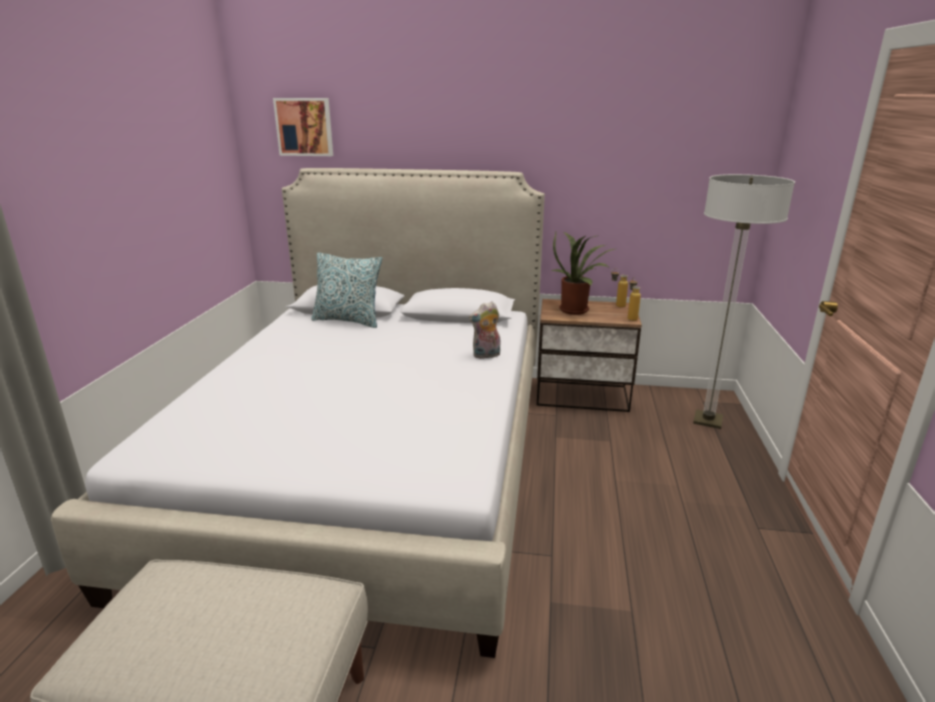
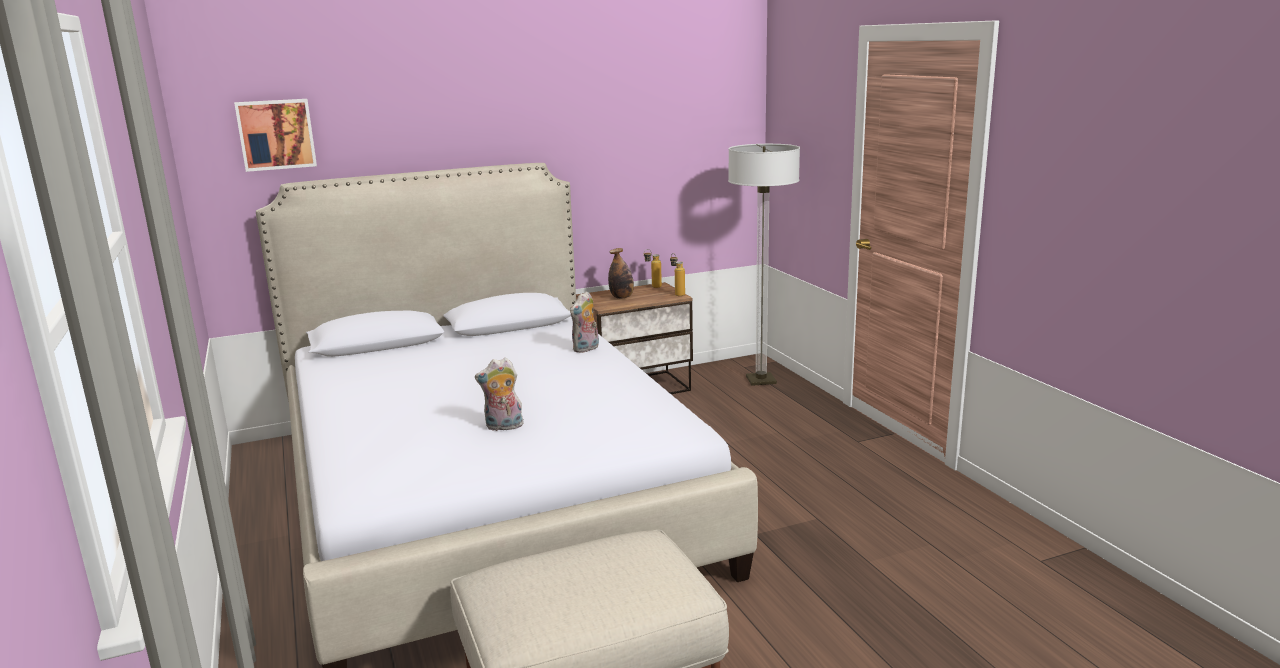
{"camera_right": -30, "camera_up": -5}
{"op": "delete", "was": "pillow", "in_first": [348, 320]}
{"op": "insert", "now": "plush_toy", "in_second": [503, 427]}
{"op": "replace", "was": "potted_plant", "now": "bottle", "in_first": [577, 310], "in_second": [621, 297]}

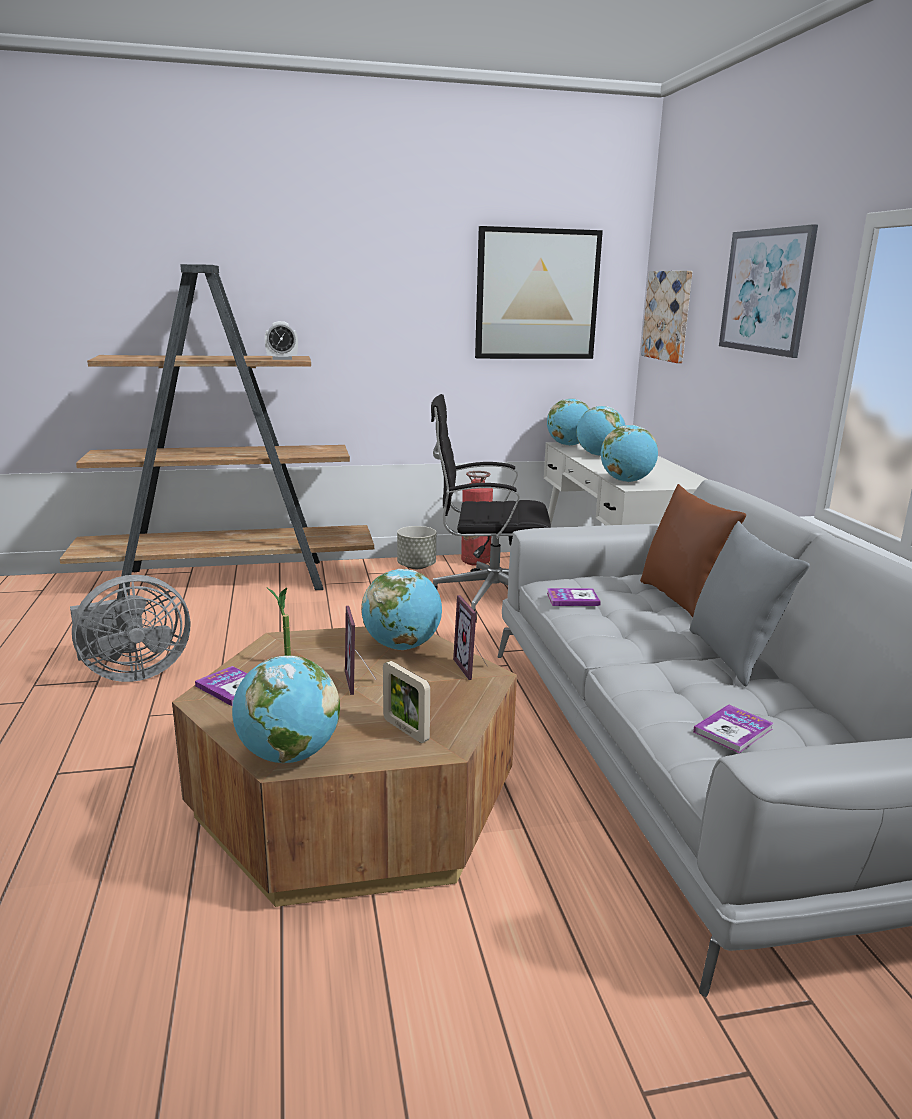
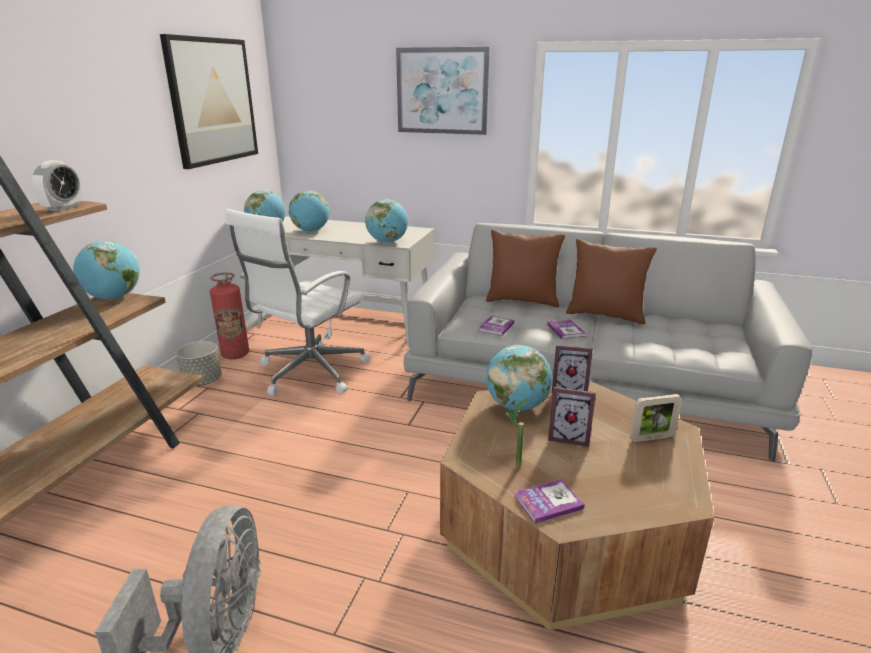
{"camera_right": -60, "camera_up": 5}
{"op": "delete", "was": "picture", "in_first": [668, 315]}
{"op": "move", "was": "globe", "in_first": [288, 755], "in_second": [113, 298]}
{"op": "move", "was": "book", "in_first": [733, 730], "in_second": [566, 330]}
{"op": "recolor", "was": "black_office_chair", "now": "white_office_chair", "in_first": [487, 598], "in_second": [309, 372]}
{"op": "recolor", "was": "grey_pillow", "now": "brown_pillow", "in_first": [733, 656], "in_second": [605, 315]}

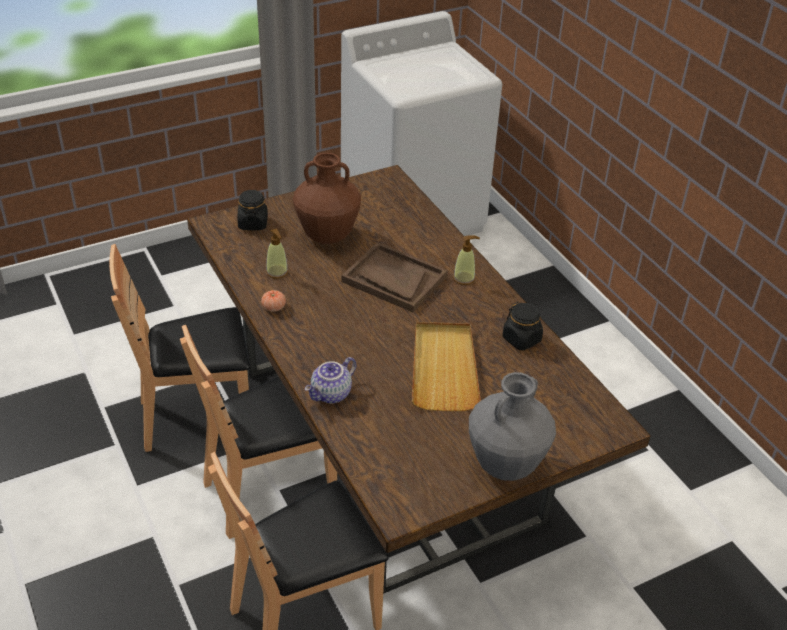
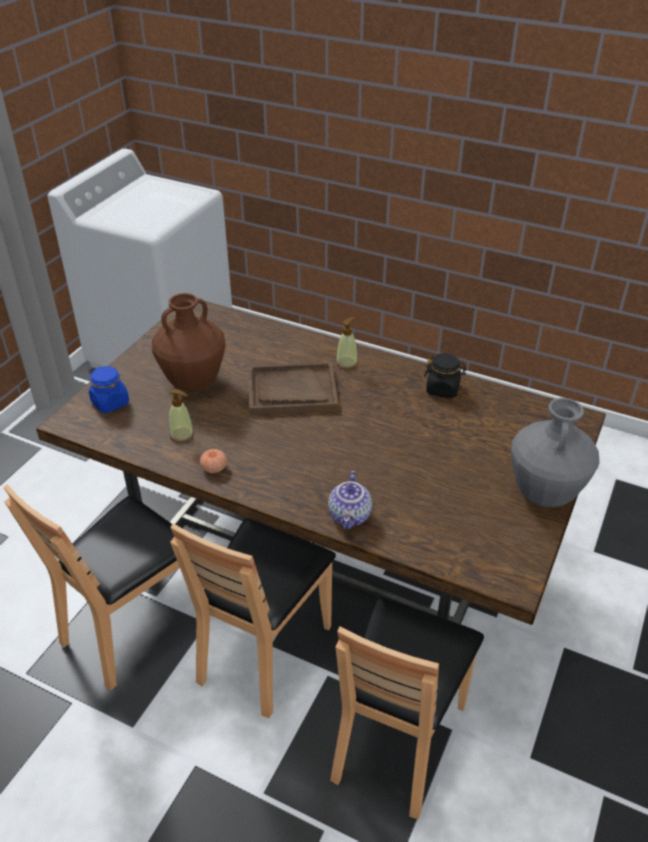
{"camera_right": -35, "camera_up": 0}
{"op": "delete", "was": "beige_tray", "in_first": [444, 368]}
{"op": "recolor", "was": "black_jar", "now": "blue_jar", "in_first": [253, 223], "in_second": [110, 402]}

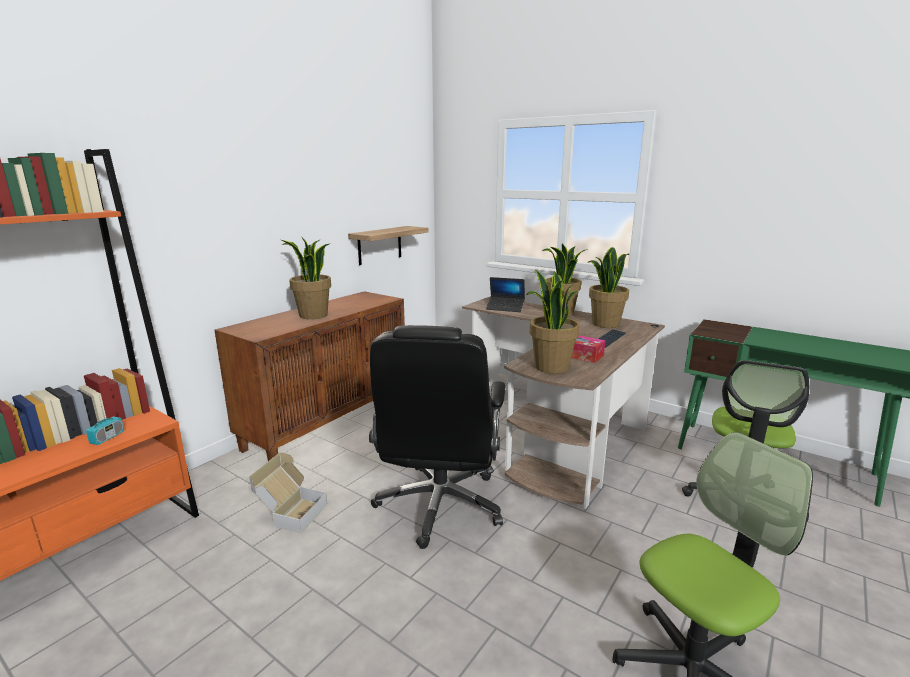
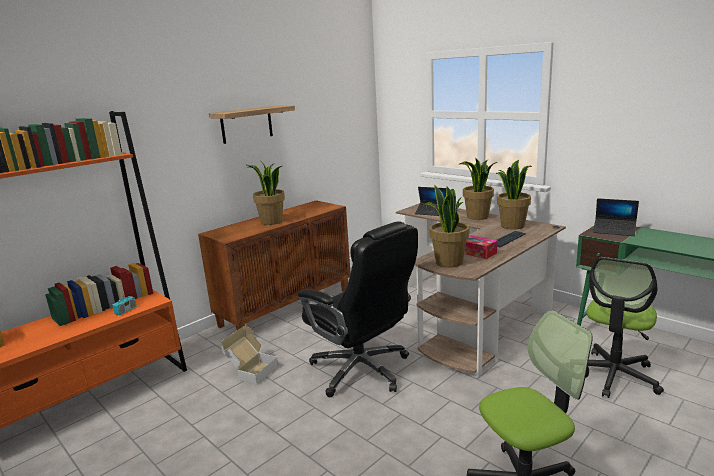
{"camera_right": 10, "camera_up": 0}
{"op": "insert", "now": "laptop", "in_second": [614, 231]}
{"op": "move", "was": "shelf", "in_first": [379, 245], "in_second": [246, 124]}
{"op": "rotate", "was": "black_office_chair", "in_first": [439, 505], "in_second": [362, 370], "clockwise": -60}

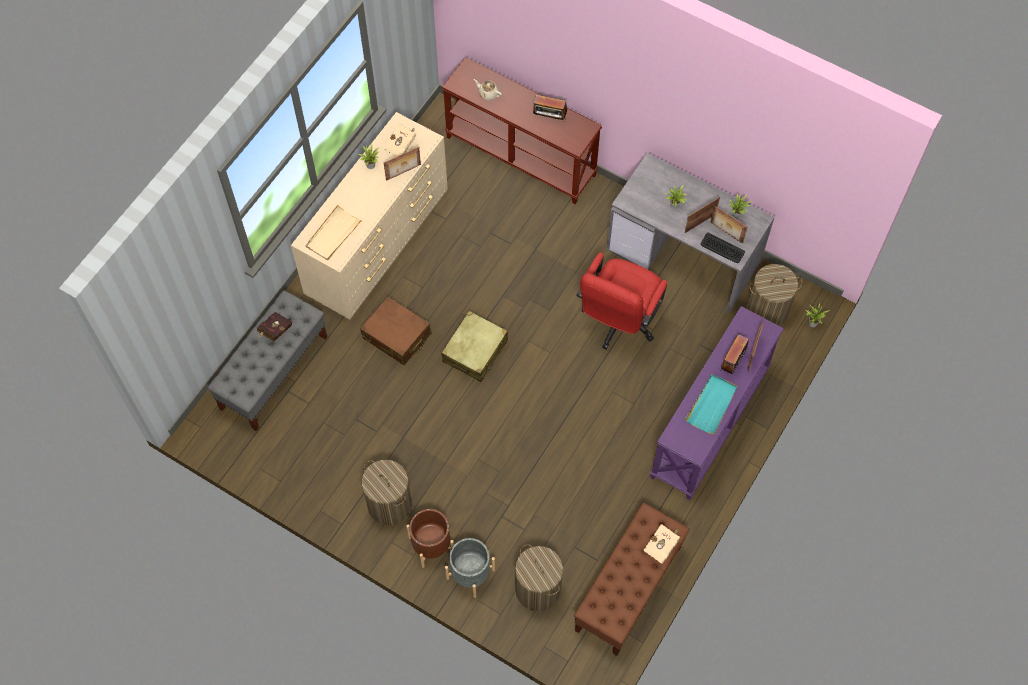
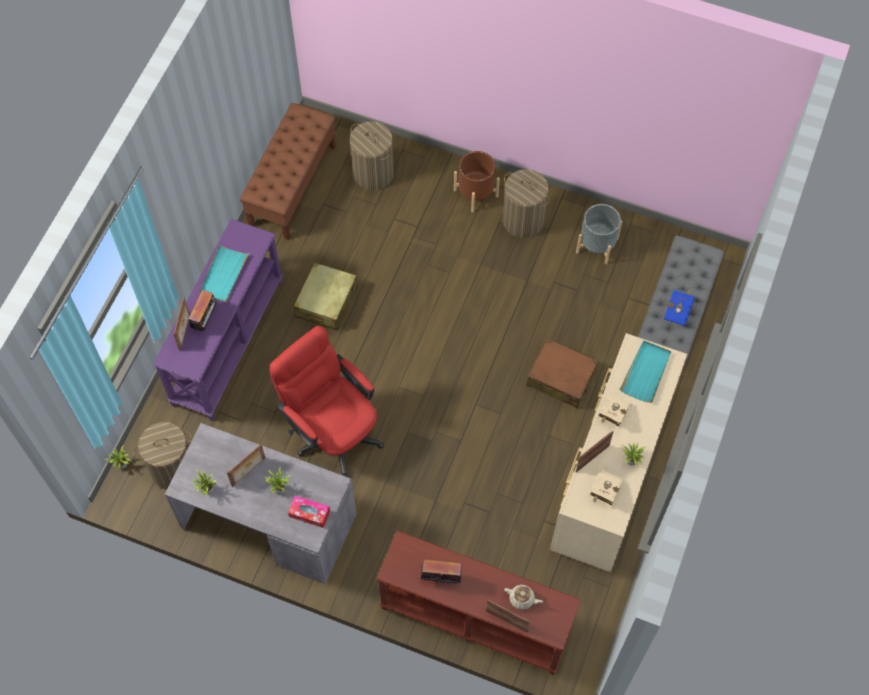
{"camera_right": 170, "camera_up": 0}
{"op": "delete", "was": "keyboard", "in_first": [722, 248]}
{"op": "insert", "now": "tissue_box", "in_second": [309, 513]}
{"op": "move", "was": "beige_suitcase", "in_first": [475, 351], "in_second": [326, 302]}
{"op": "move", "was": "grey_planter", "in_first": [470, 574], "in_second": [597, 245]}
{"op": "move", "was": "beige_book", "in_first": [662, 546], "in_second": [612, 414]}
{"op": "move", "was": "picture_frame", "in_first": [726, 233], "in_second": [507, 620]}
{"op": "recolor", "was": "red_book", "now": "blue_book", "in_first": [274, 331], "in_second": [678, 311]}
{"op": "recolor", "was": "beige_tray", "now": "turquoise_tray", "in_first": [333, 234], "in_second": [646, 372]}
{"op": "rotate", "was": "red_office_chair", "in_first": [618, 322], "in_second": [332, 431], "clockwise": -60}

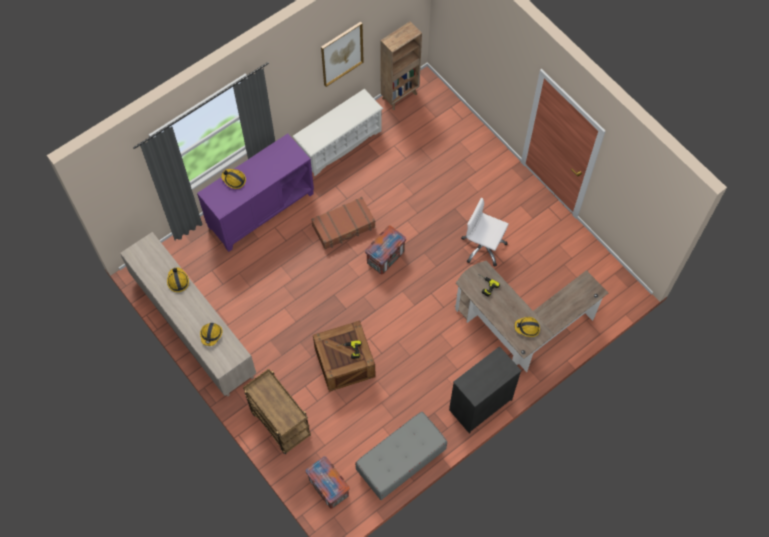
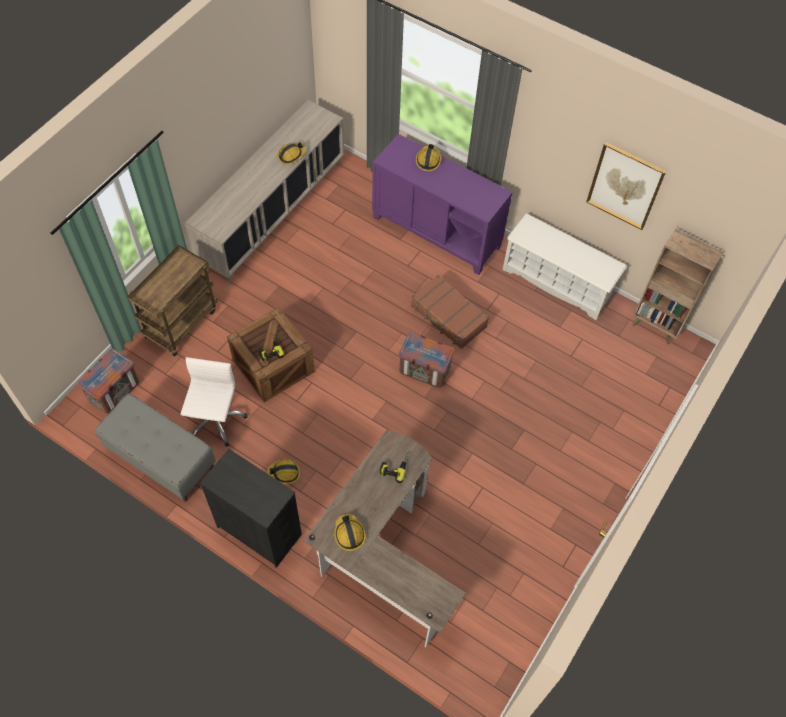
{"camera_right": 70, "camera_up": -5}
{"op": "move", "was": "hard_hat", "in_first": [211, 335], "in_second": [284, 473]}
{"op": "move", "was": "white_office_chair", "in_first": [483, 247], "in_second": [215, 420]}

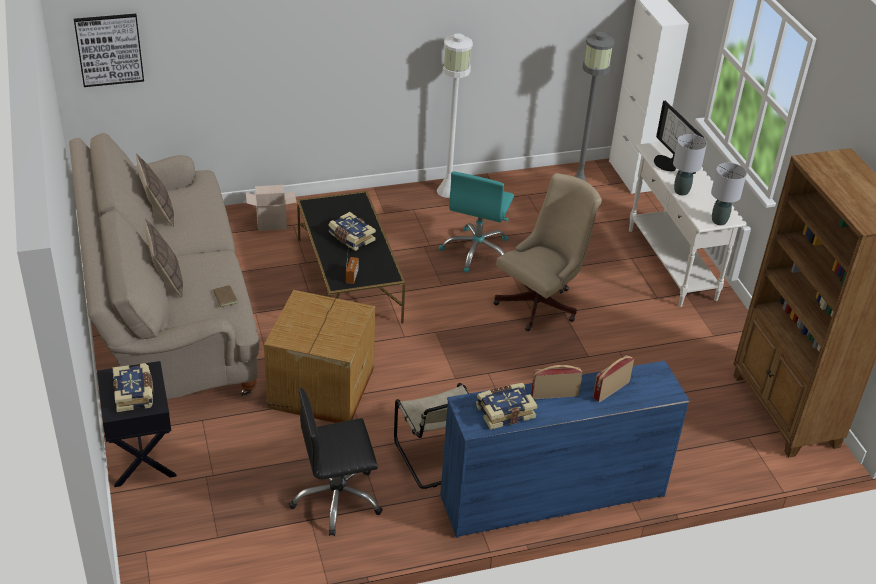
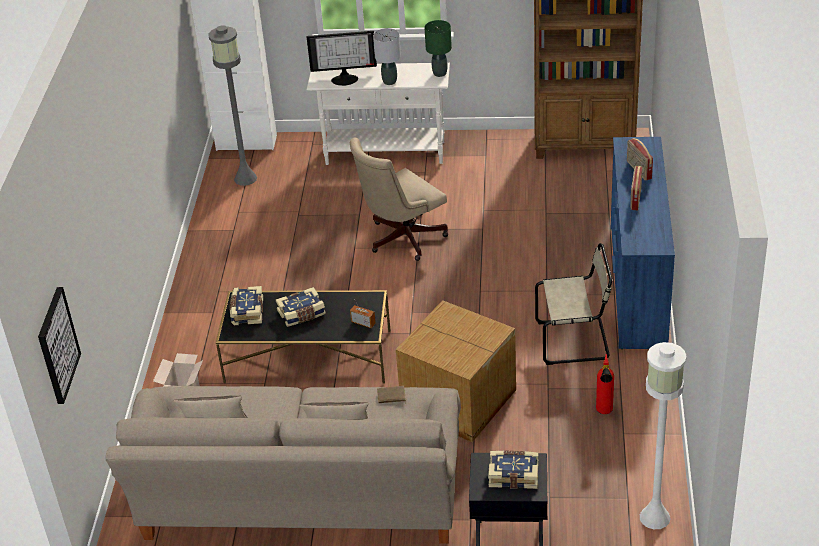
{"camera_right": -65, "camera_up": 0}
{"op": "delete", "was": "turquoise_office_chair", "in_first": [477, 251]}
{"op": "move", "was": "white_floor_lamp", "in_first": [448, 191], "in_second": [654, 517]}
{"op": "move", "was": "book", "in_first": [504, 411], "in_second": [247, 312]}
{"op": "replace", "was": "black_office_chair", "now": "fire_extinguisher", "in_first": [336, 499], "in_second": [604, 413]}
{"op": "recolor", "was": "grey_table_lamp", "now": "green_table_lamp", "in_first": [719, 221], "in_second": [439, 73]}
{"op": "rotate", "was": "beige_office_chair", "in_first": [541, 303], "in_second": [401, 239], "clockwise": -105}

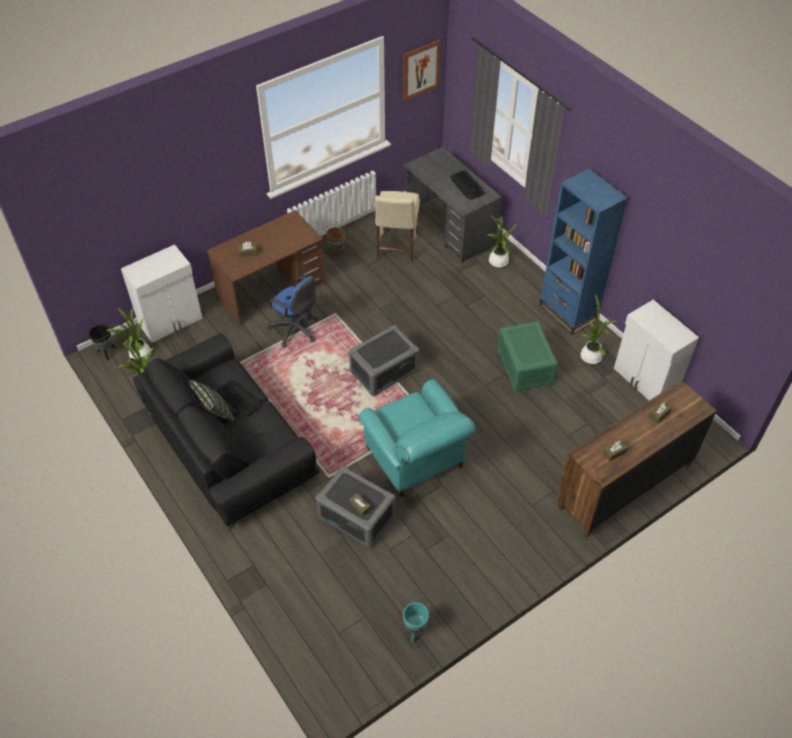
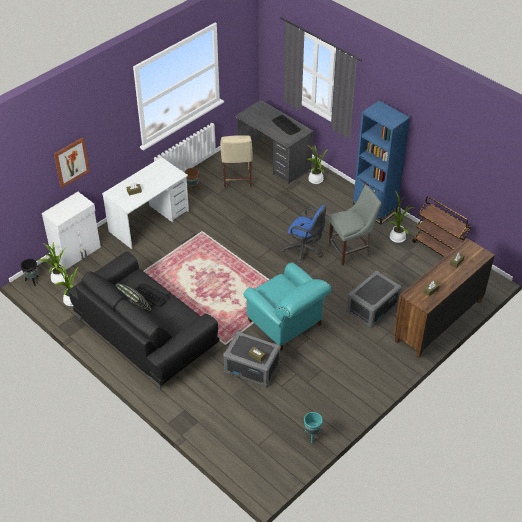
{"camera_right": -10, "camera_up": -5}
{"op": "move", "was": "blue_office_chair", "in_first": [296, 330], "in_second": [304, 250]}
{"op": "move", "was": "grey_storage_box", "in_first": [384, 370], "in_second": [372, 307]}
{"op": "move", "was": "picture", "in_first": [420, 70], "in_second": [71, 162]}
{"op": "replace", "was": "green_storage_box", "now": "grey_chair", "in_first": [525, 367], "in_second": [351, 251]}
{"op": "replace", "was": "white_cabinet", "now": "brown_cart", "in_first": [645, 380], "in_second": [439, 249]}
{"op": "recolor", "was": "brown_desk", "now": "white_desk", "in_first": [272, 291], "in_second": [149, 221]}

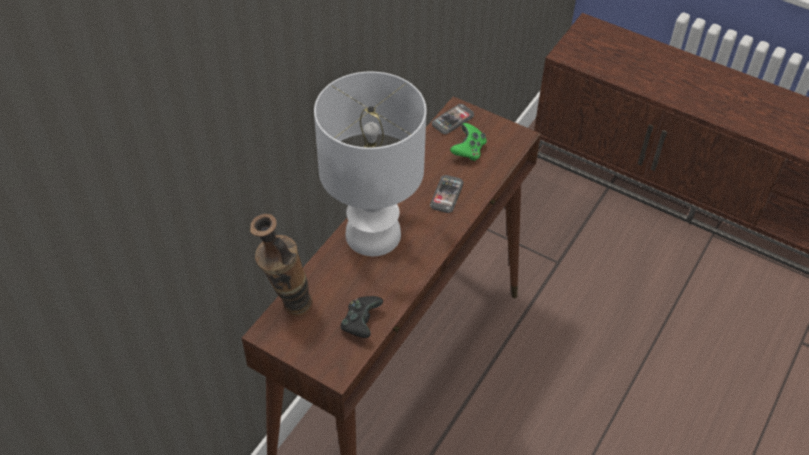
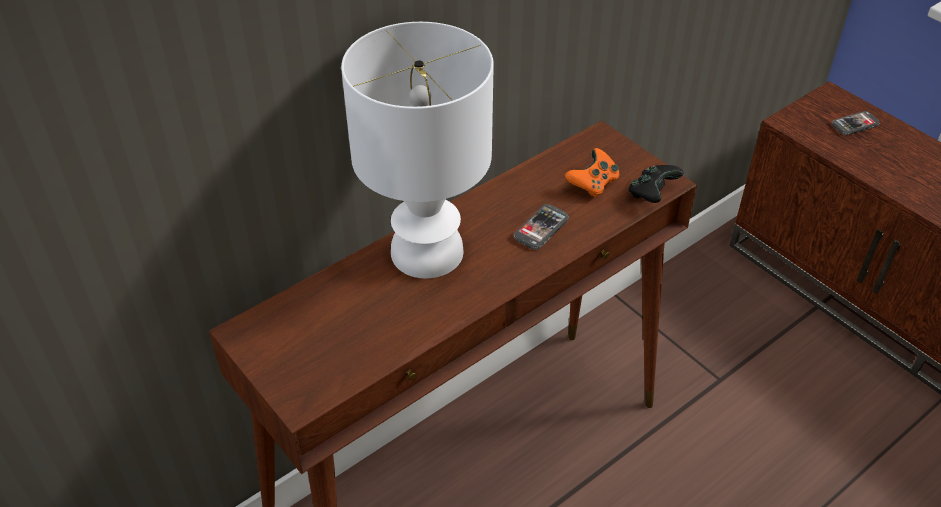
{"camera_right": 20, "camera_up": -5}
{"op": "delete", "was": "vase", "in_first": [288, 308]}
{"op": "move", "was": "black_game_controller", "in_first": [361, 323], "in_second": [652, 193]}
{"op": "move", "was": "phone", "in_first": [452, 120], "in_second": [855, 124]}
{"op": "recolor", "was": "green_game_controller", "now": "orange_game_controller", "in_first": [468, 151], "in_second": [593, 184]}

